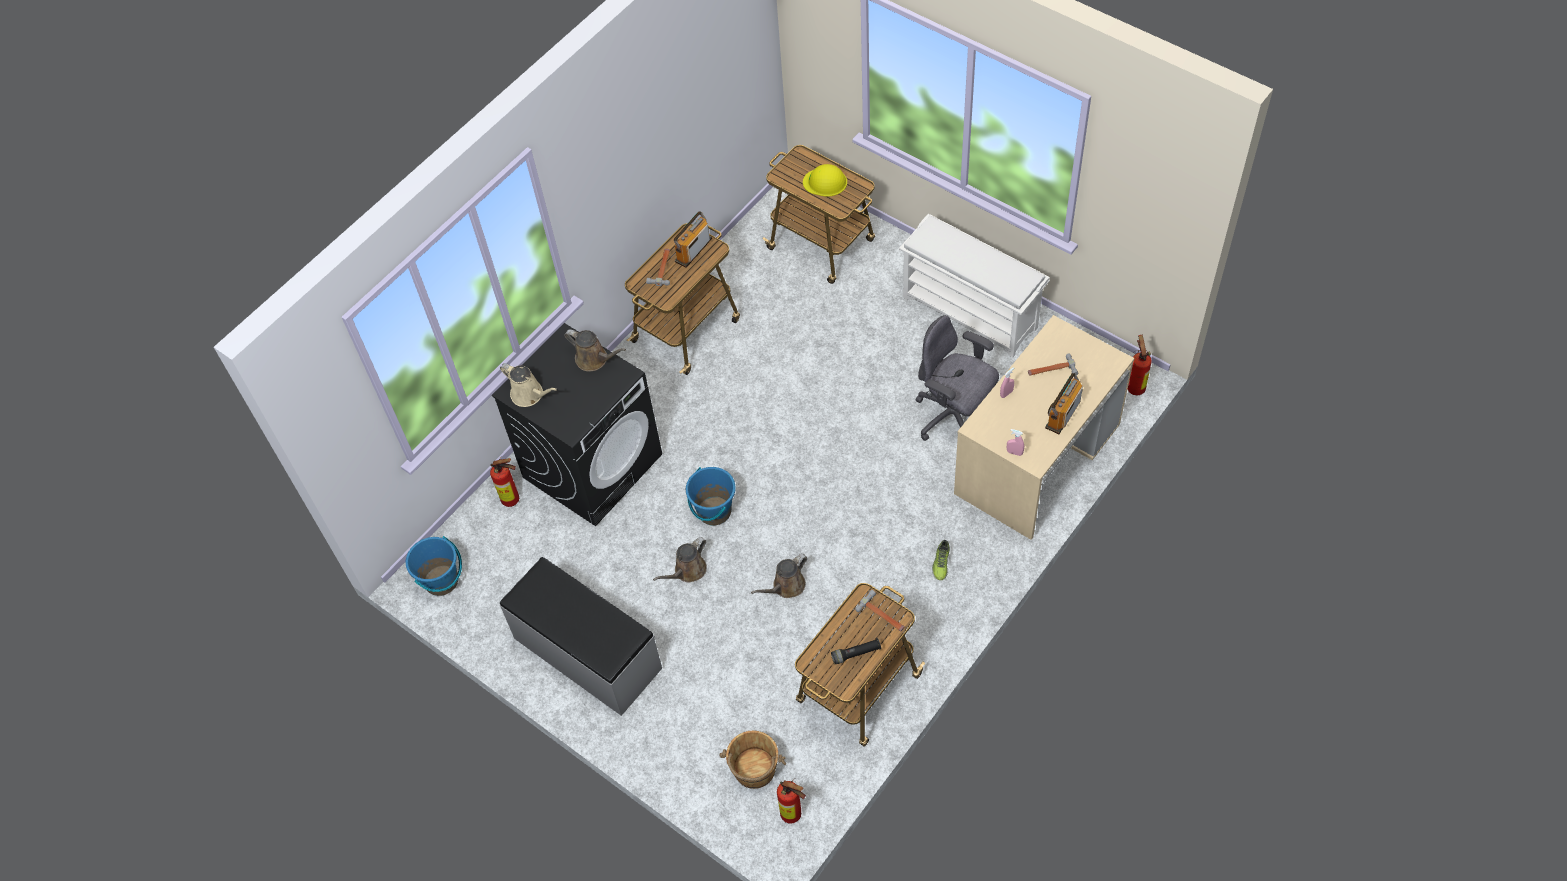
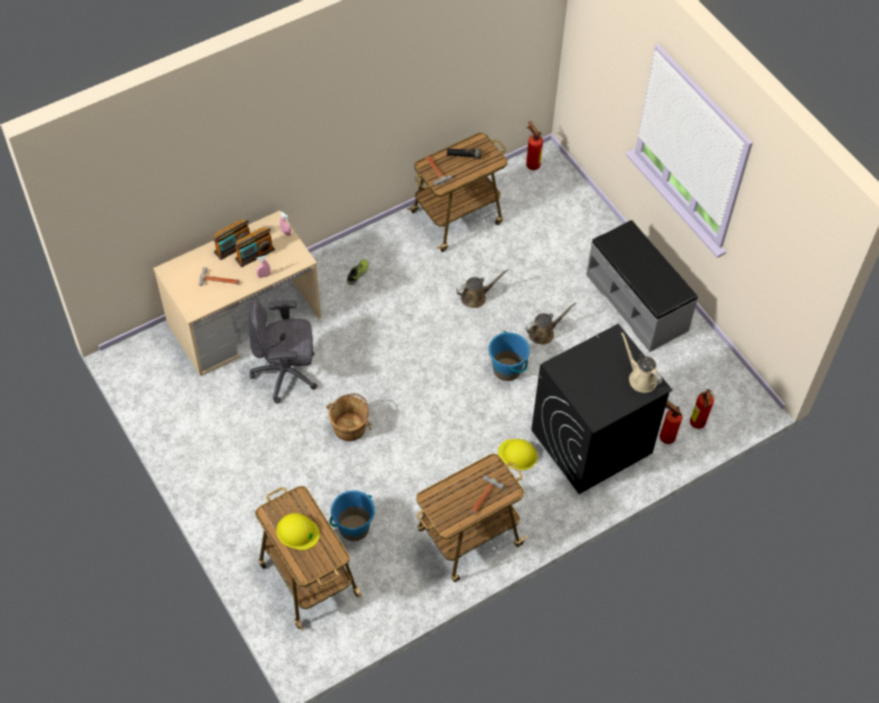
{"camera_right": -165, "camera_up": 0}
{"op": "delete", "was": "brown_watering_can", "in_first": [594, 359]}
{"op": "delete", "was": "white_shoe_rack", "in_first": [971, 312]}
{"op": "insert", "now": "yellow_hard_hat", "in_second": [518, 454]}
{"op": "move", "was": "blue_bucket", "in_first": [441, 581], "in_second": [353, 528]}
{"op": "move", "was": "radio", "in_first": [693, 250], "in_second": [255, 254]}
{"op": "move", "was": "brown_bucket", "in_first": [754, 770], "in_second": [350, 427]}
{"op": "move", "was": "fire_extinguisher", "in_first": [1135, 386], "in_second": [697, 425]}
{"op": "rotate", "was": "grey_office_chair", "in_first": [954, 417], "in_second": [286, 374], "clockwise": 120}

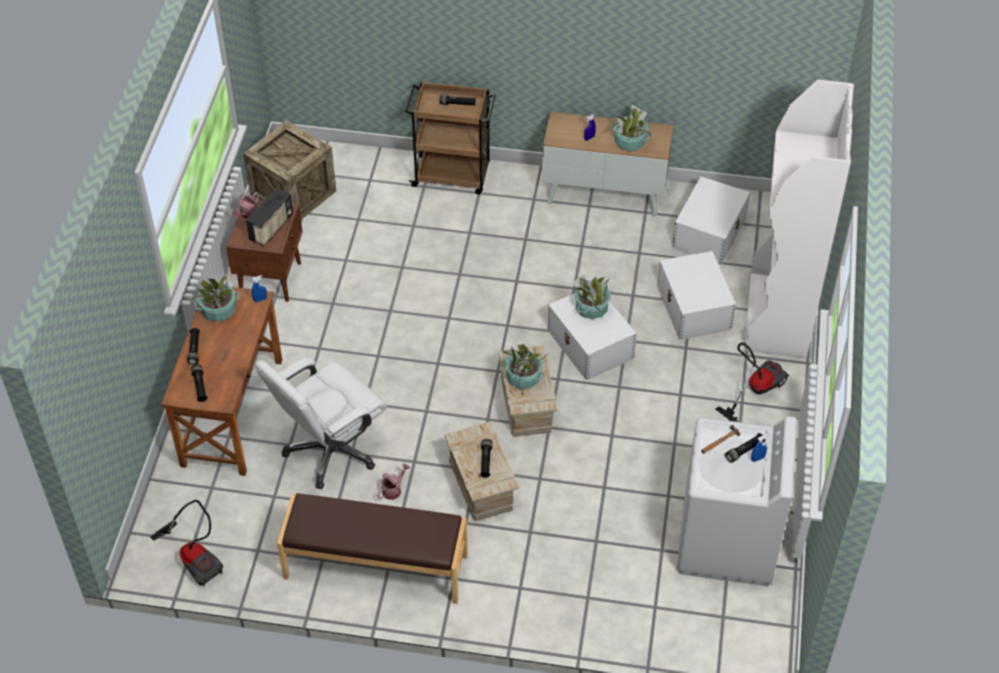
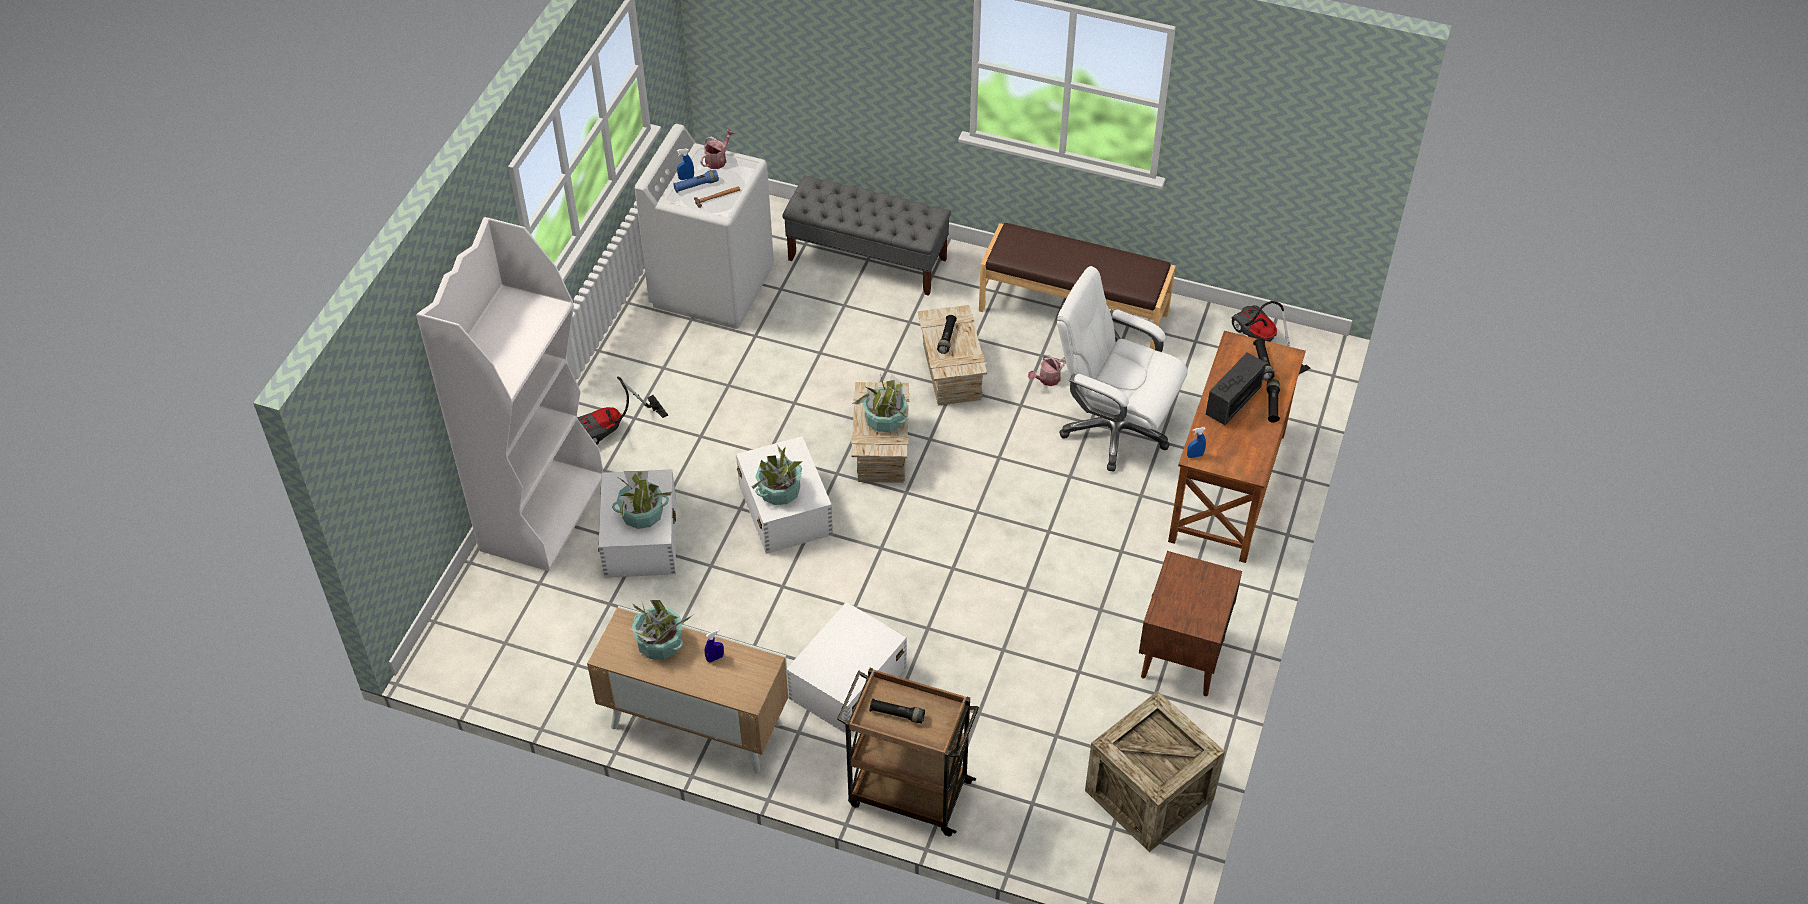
{"camera_right": -170, "camera_up": 0}
{"op": "insert", "now": "grey_bench", "in_second": [868, 259]}
{"op": "move", "was": "potted_plant", "in_first": [218, 310], "in_second": [642, 514]}
{"op": "move", "was": "watering_can", "in_first": [248, 215], "in_second": [718, 160]}
{"op": "move", "was": "radio", "in_first": [272, 228], "in_second": [1232, 401]}
{"op": "move", "was": "white_storage_box", "in_first": [709, 232], "in_second": [846, 683]}
{"op": "recolor", "was": "black_flashlight", "now": "blue_flashlight", "in_first": [744, 451], "in_second": [696, 186]}
{"op": "rotate", "was": "white_office_chair", "in_first": [330, 450], "in_second": [1113, 429], "clockwise": -120}

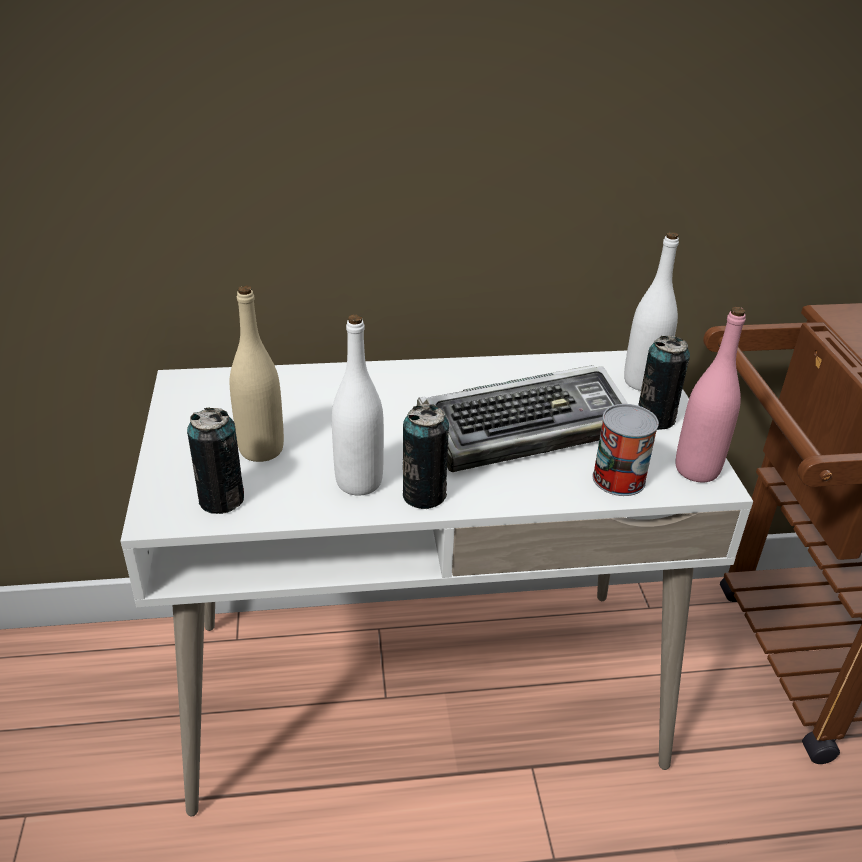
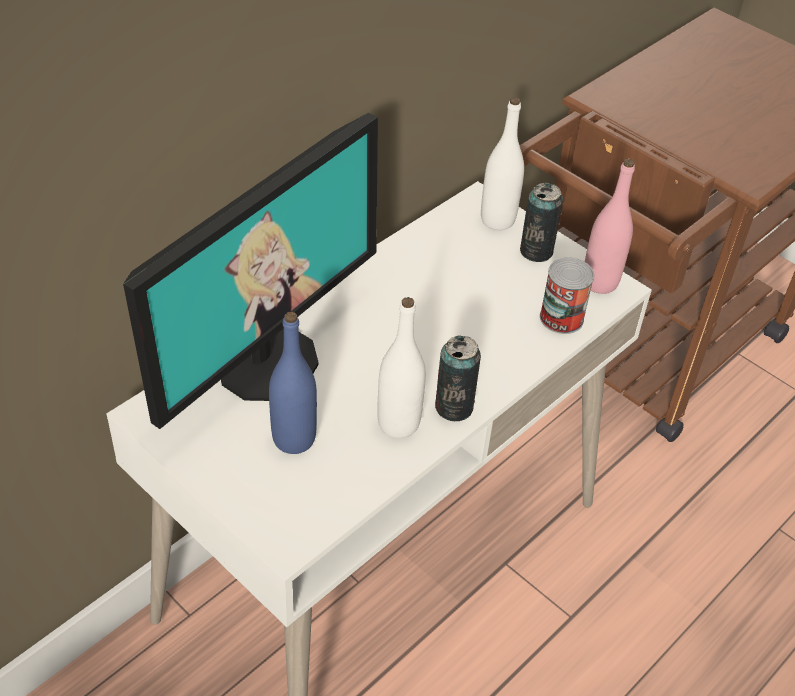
{"camera_right": -40, "camera_up": 10}
{"op": "delete", "was": "can", "in_first": [221, 500]}
{"op": "delete", "was": "keyboard", "in_first": [527, 428]}
{"op": "insert", "now": "monitor", "in_second": [266, 362]}
{"op": "recolor", "was": "beige_bottle", "now": "blue_bottle", "in_first": [261, 449], "in_second": [294, 439]}

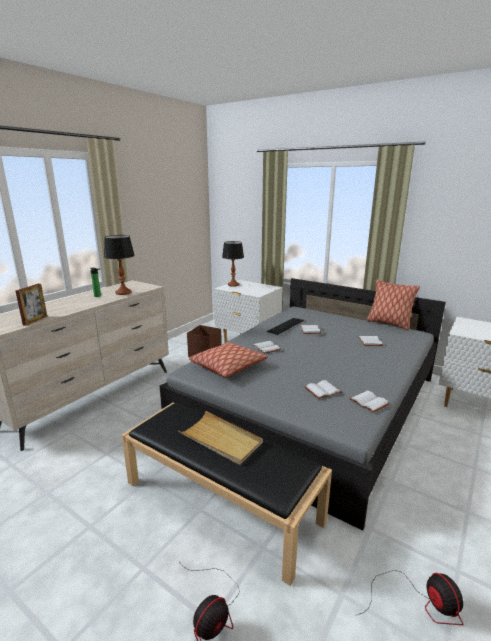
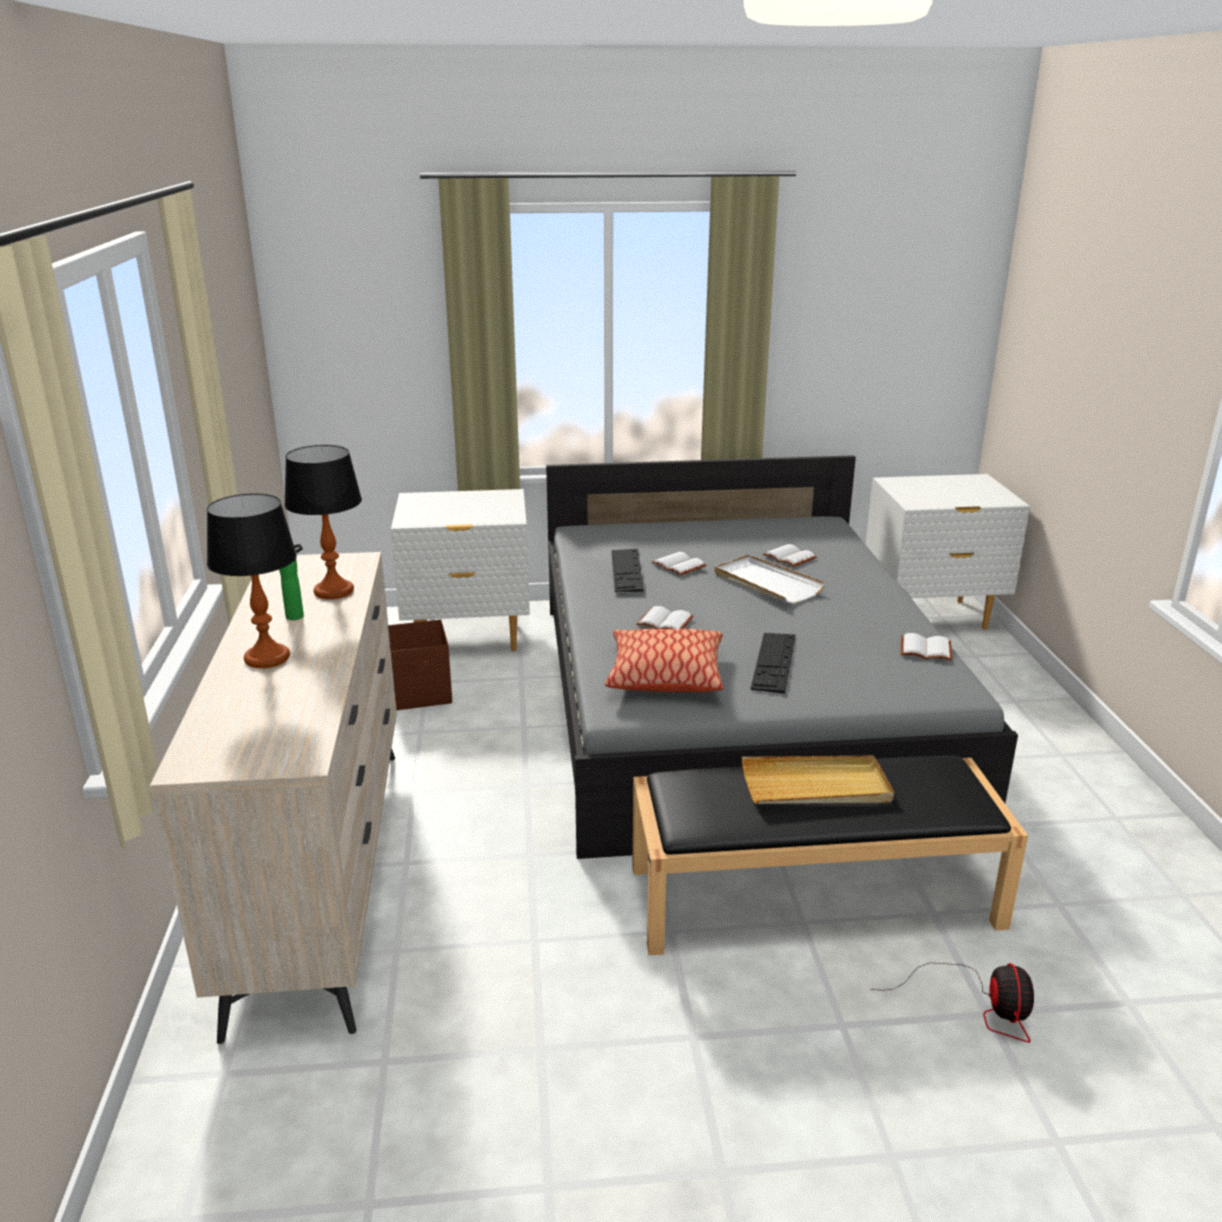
{"camera_right": -40, "camera_up": 5}
{"op": "delete", "was": "picture_frame", "in_first": [35, 320]}
{"op": "delete", "was": "white_book", "in_first": [322, 391]}
{"op": "delete", "was": "fan", "in_first": [419, 603]}
{"op": "delete", "was": "pillow", "in_first": [389, 324]}
{"op": "insert", "now": "white_tray", "in_second": [766, 583]}
{"op": "insert", "now": "keyboard", "in_second": [773, 662]}
{"op": "move", "was": "table_lamp", "in_first": [233, 285], "in_second": [267, 658]}

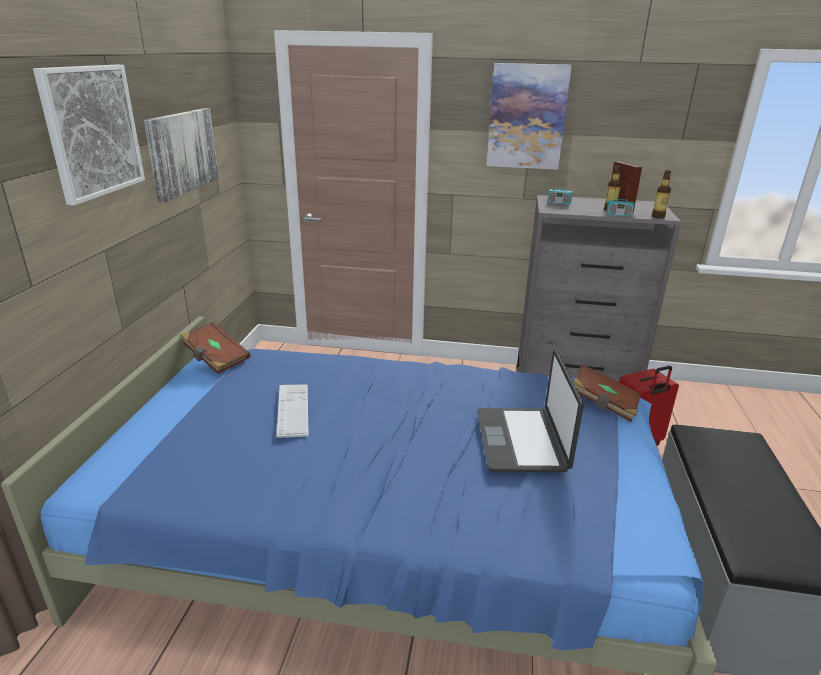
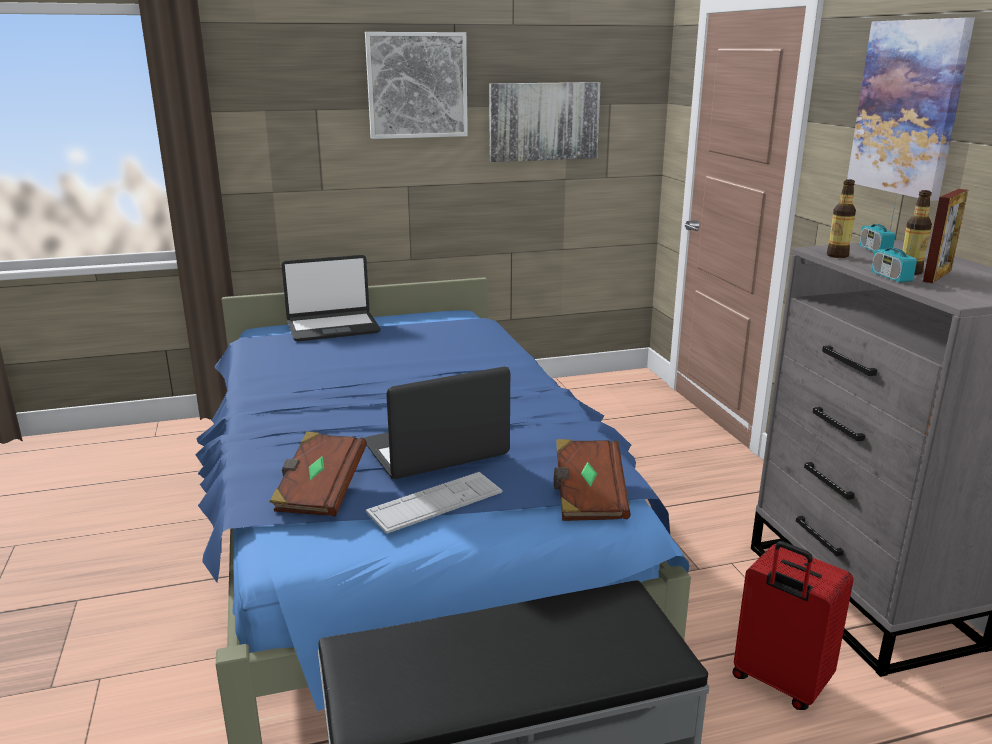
{"camera_right": 65, "camera_up": -5}
{"op": "insert", "now": "laptop", "in_second": [333, 328]}
{"op": "move", "was": "brown_book", "in_first": [216, 359], "in_second": [319, 492]}
{"op": "move", "was": "keyboard", "in_first": [293, 410], "in_second": [435, 503]}
{"op": "move", "was": "bottle", "in_first": [658, 217], "in_second": [837, 255]}

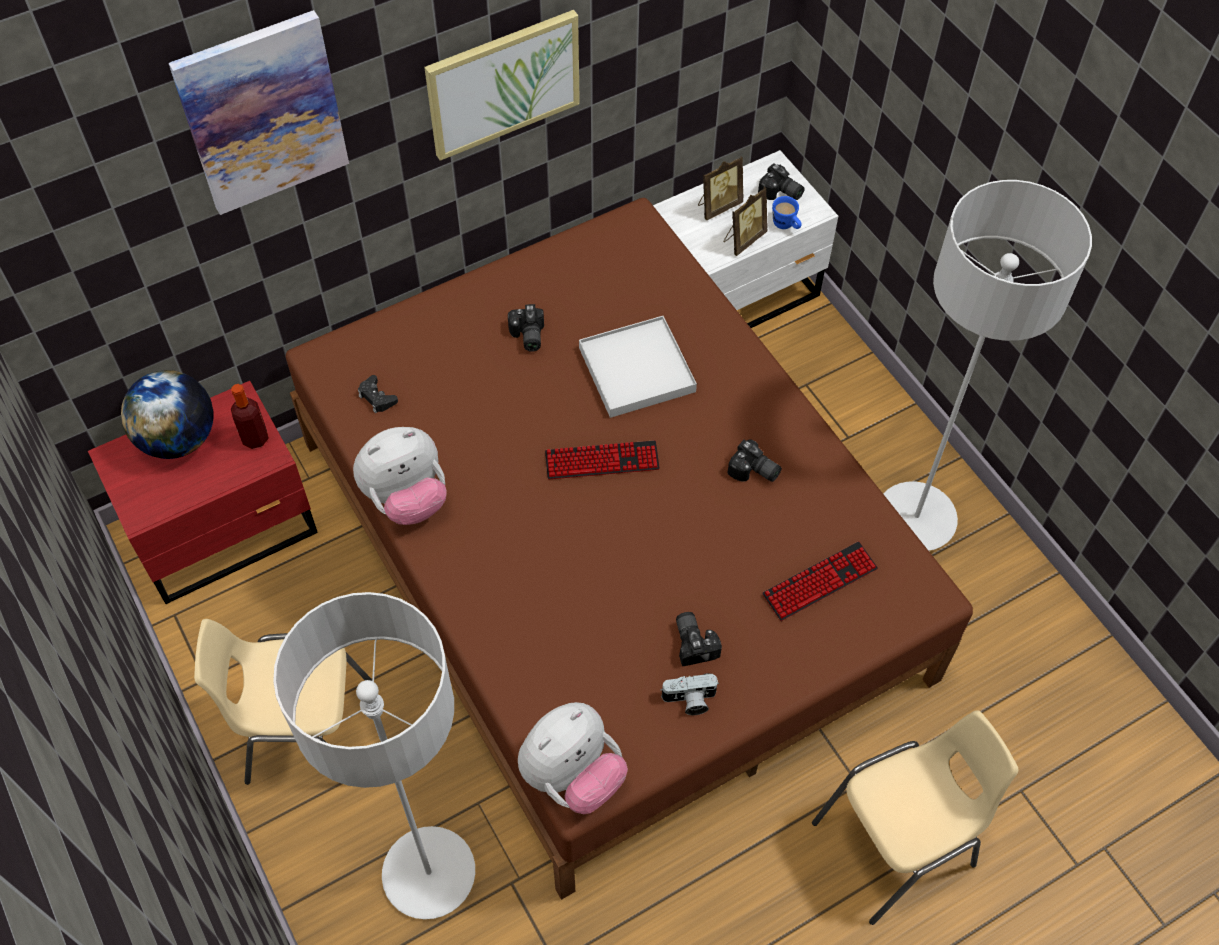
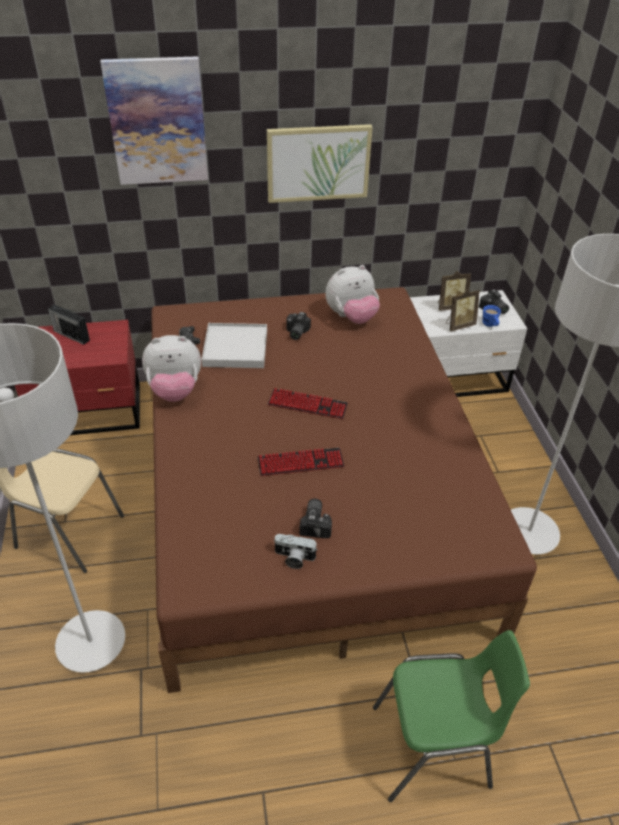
{"camera_right": 20, "camera_up": -15}
{"op": "delete", "was": "bottle", "in_first": [255, 438]}
{"op": "delete", "was": "photo_camera", "in_first": [753, 472]}
{"op": "move", "was": "plush_toy", "in_first": [572, 775], "in_second": [351, 317]}
{"op": "move", "was": "white_tray", "in_first": [637, 370], "in_second": [235, 348]}
{"op": "move", "was": "keyboard", "in_first": [819, 582], "in_second": [300, 463]}
{"op": "replace", "was": "globe", "now": "radio", "in_first": [179, 439], "in_second": [71, 335]}
{"op": "recolor", "was": "beige_chair", "now": "green_chair", "in_first": [898, 844], "in_second": [434, 748]}

